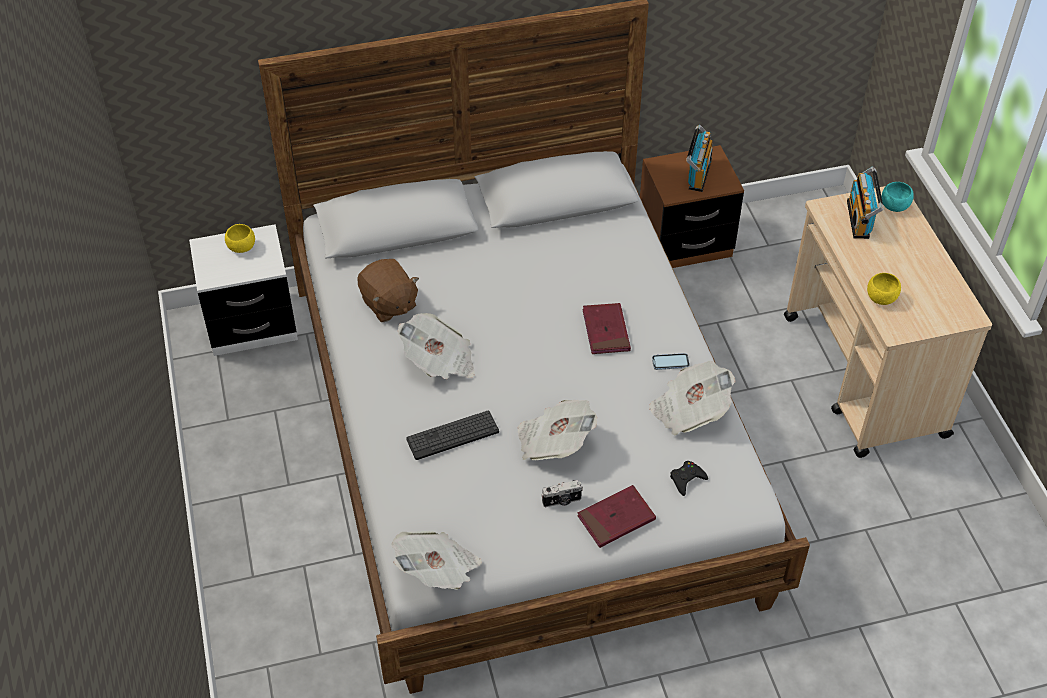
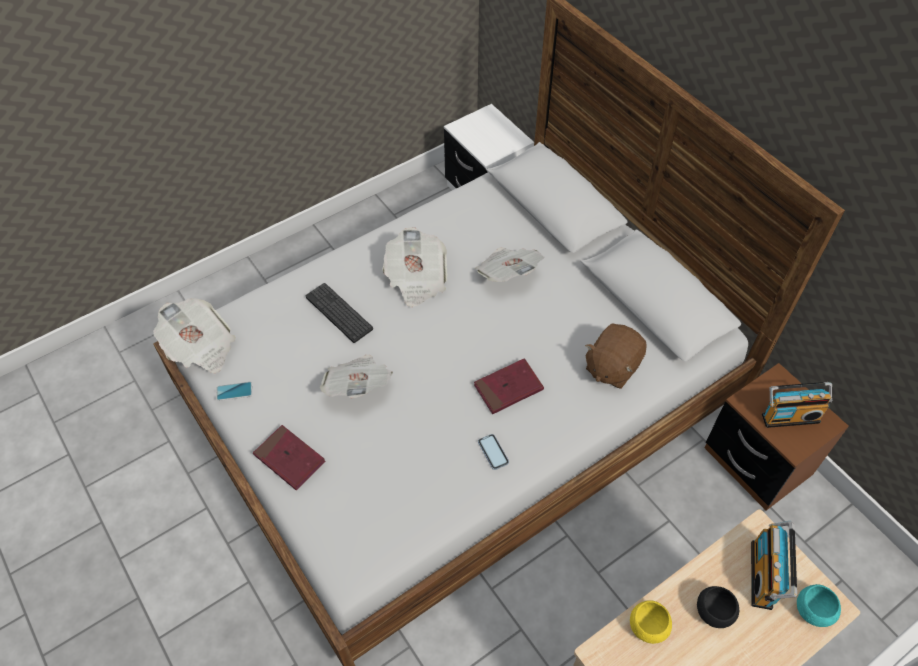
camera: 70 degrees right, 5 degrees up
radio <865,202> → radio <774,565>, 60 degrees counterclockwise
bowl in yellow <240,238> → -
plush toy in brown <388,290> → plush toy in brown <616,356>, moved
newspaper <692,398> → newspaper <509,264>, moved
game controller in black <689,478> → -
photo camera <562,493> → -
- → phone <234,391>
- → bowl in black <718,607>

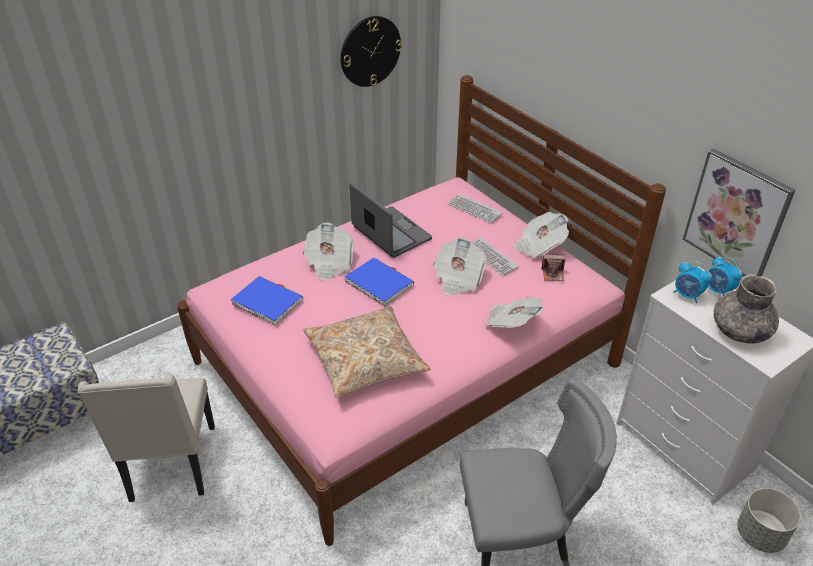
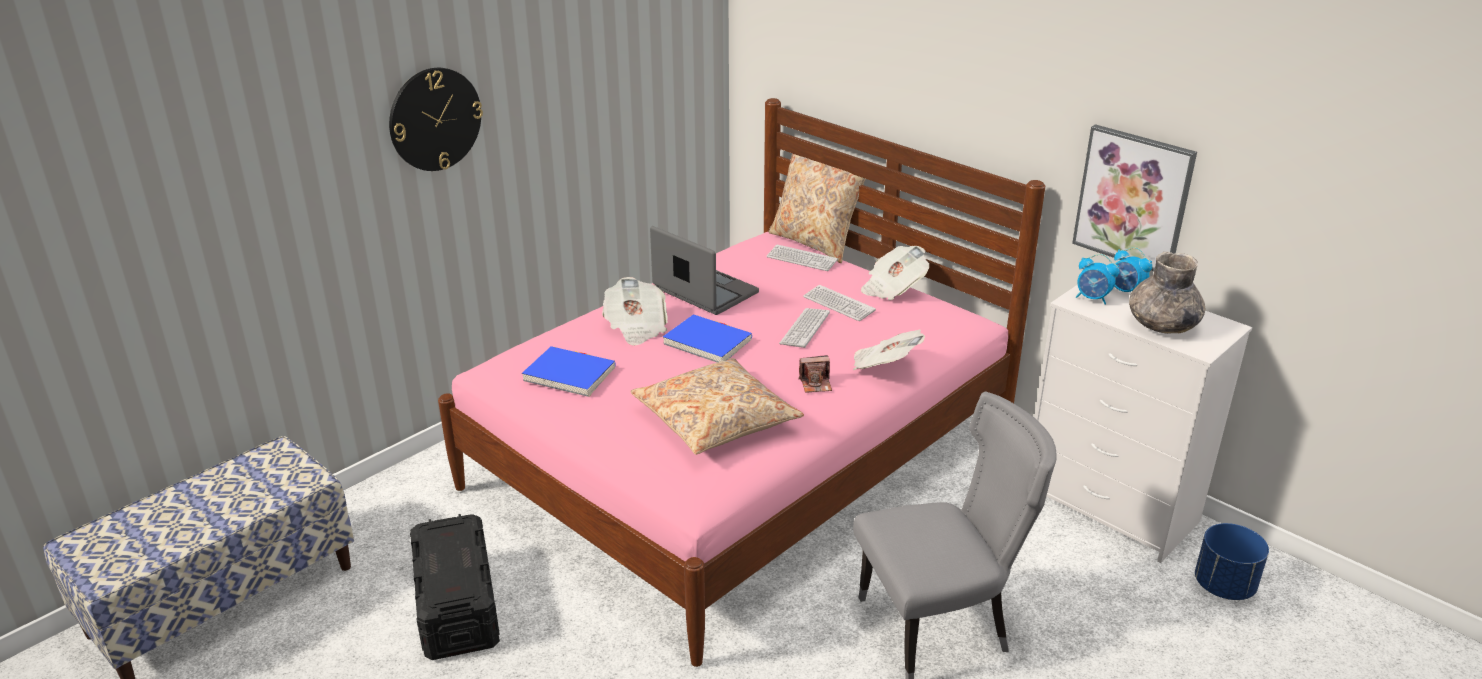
camera: 10 degrees left, 10 degrees down
wall clock <371,51> → wall clock <436,119>, moved
newspaper <460,266> → keyboard <804,328>
photo camera <553,267> → photo camera <815,374>, moved
chair in beige <146,438> → storage box in black <455,587>
planter in grey <769,520> → planter in blue <1232,561>
- → pillow in beige <817,208>

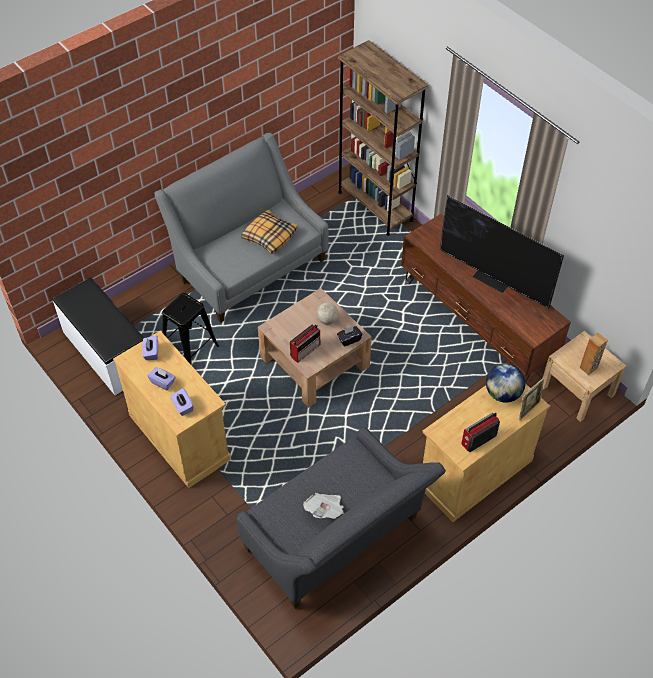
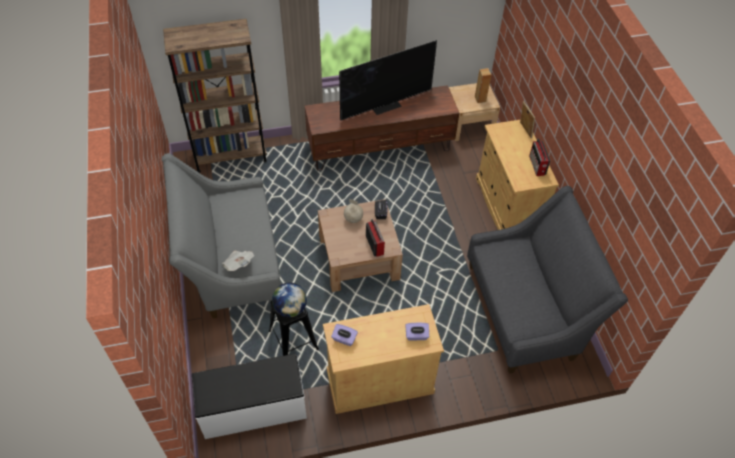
camera: 65 degrees left, 0 degrees up
pillow <269,232> → -
globe <506,383> → globe <289,299>, moved
tissue box in purple <161,378> → -
newspaper <323,506> → newspaper <238,261>, moved

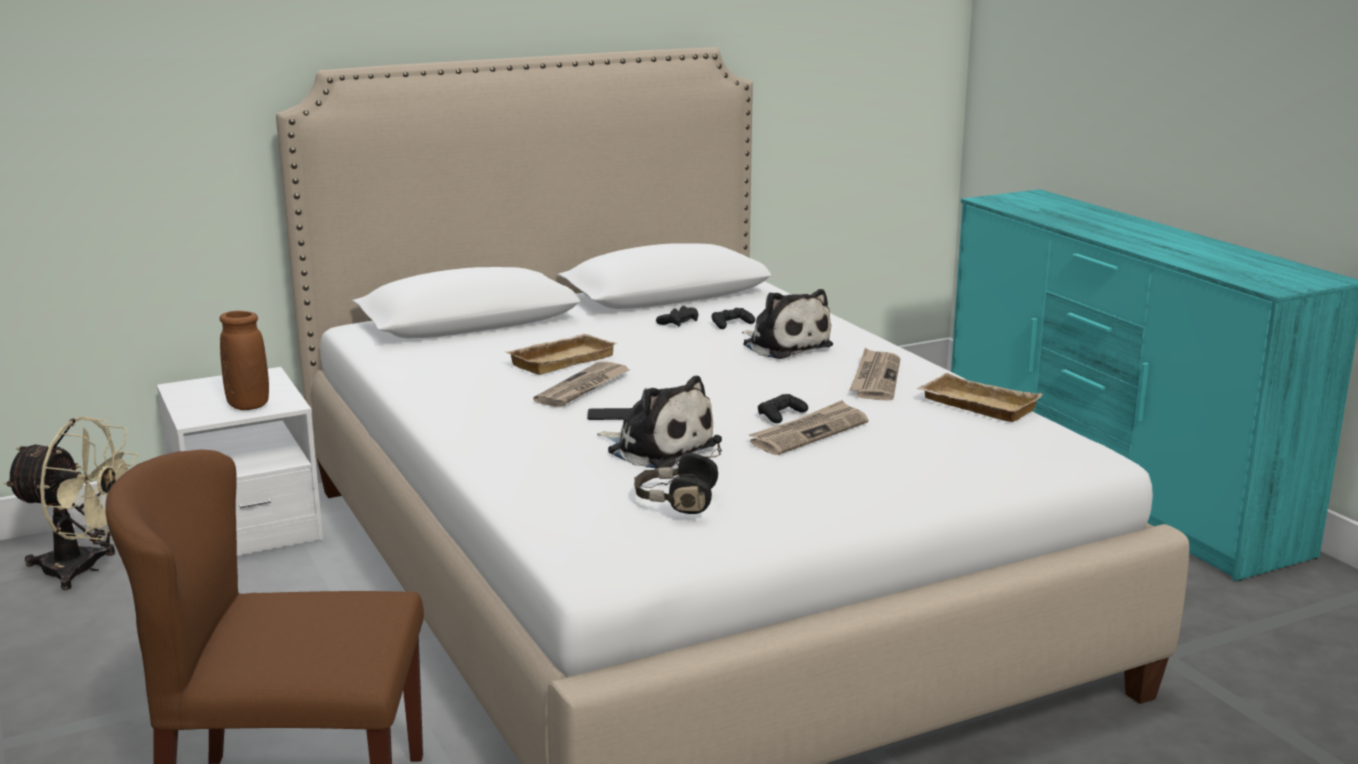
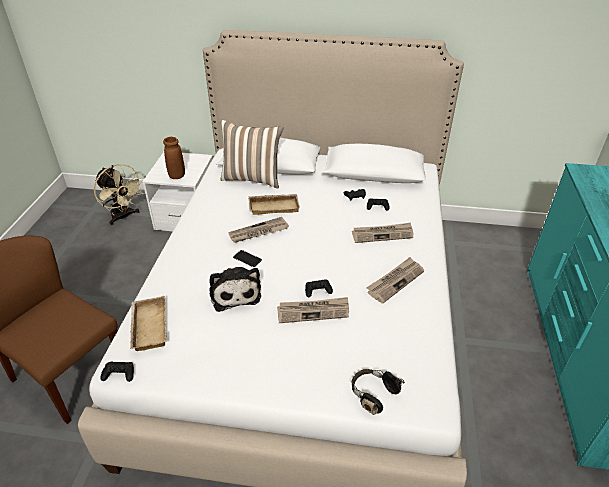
camera: 35 degrees right, 20 degrees up
plush toy <787,324> → newspaper <382,233>
tray in beige <980,397> → tray in beige <148,323>, moved
headphones in black <678,474> → headphones in black <378,392>, moved
- → pillow <252,154>
- → game controller in black <117,372>

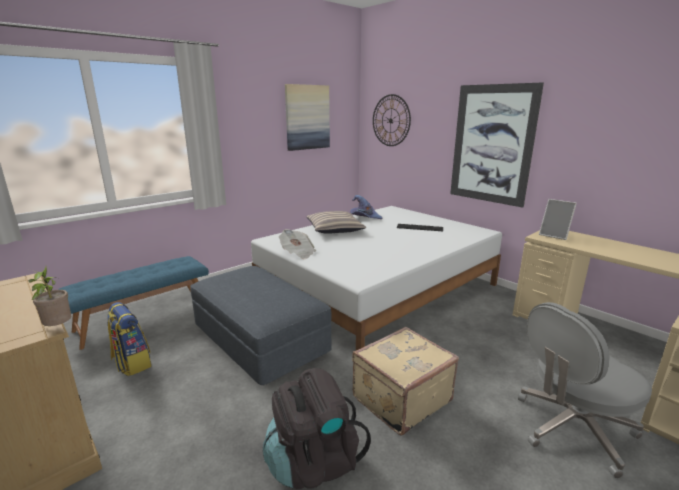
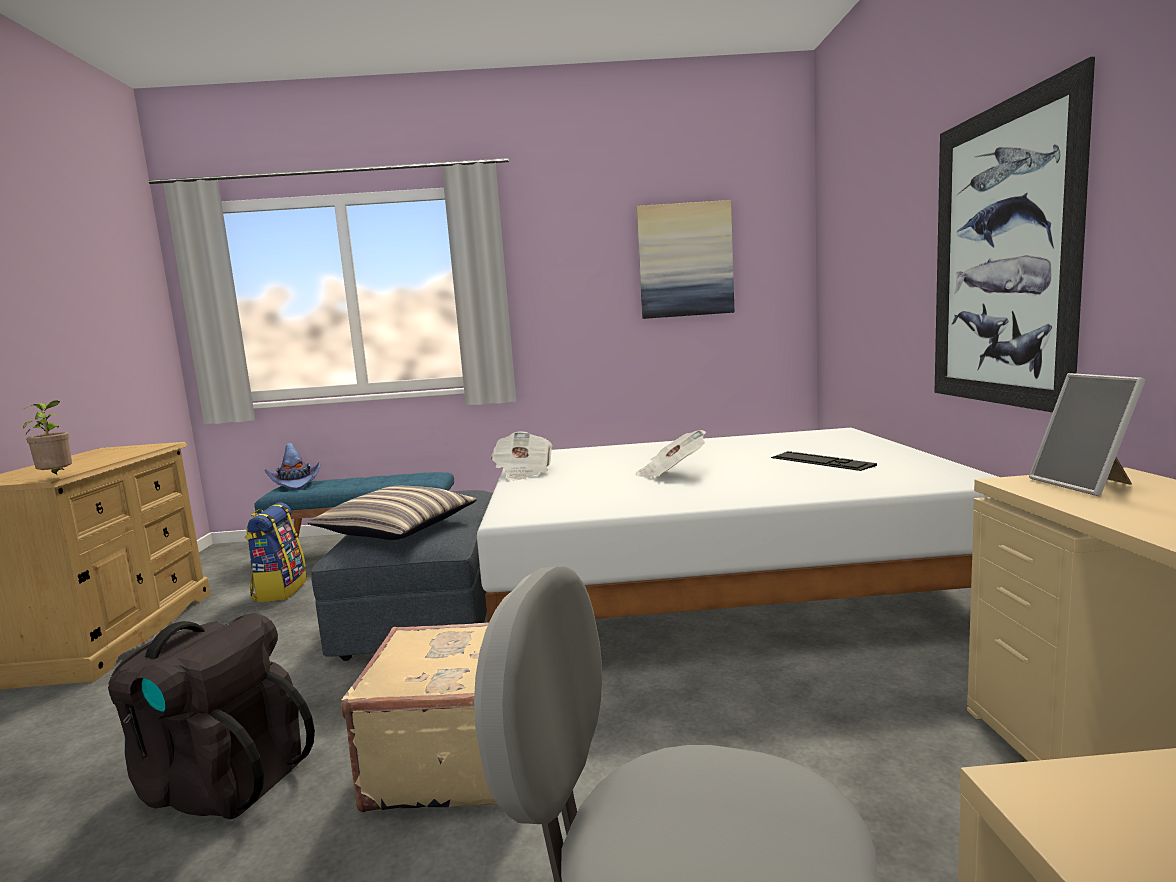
camera: 40 degrees right, 10 degrees down
wall clock <392,120> → -
hat in purple <366,207> → hat in purple <293,466>, moved
pillow <336,222> → pillow <392,513>, moved
- → newspaper <670,453>

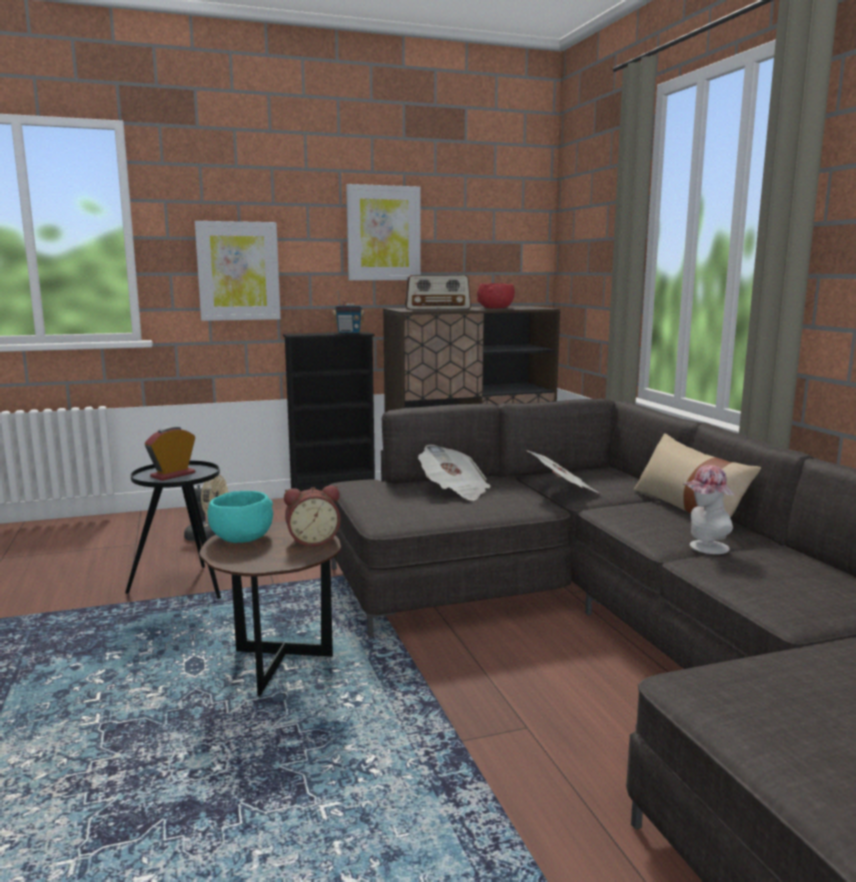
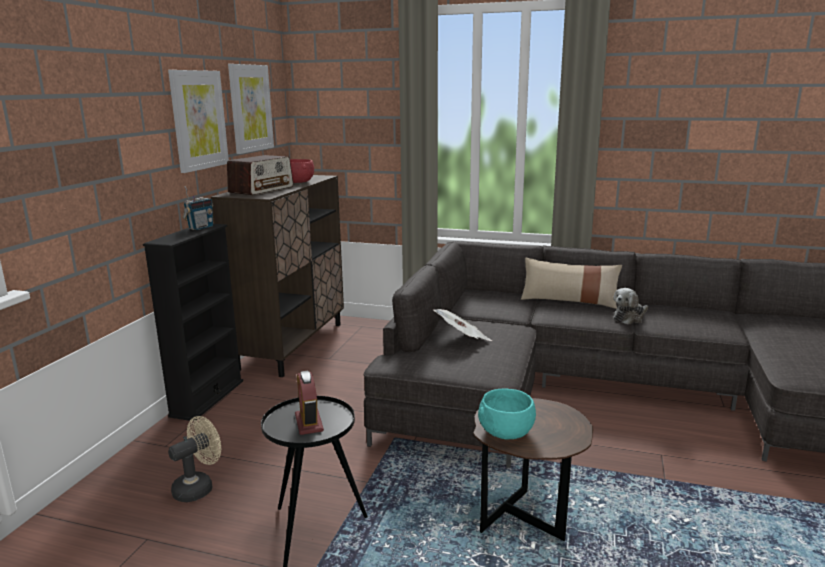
camera: 55 degrees left, 5 degrees up
picture <238,271> → picture <251,109>, moved
newspaper <563,471> → -
hat <708,509> → plush toy <630,306>
alarm clock <312,515> → -

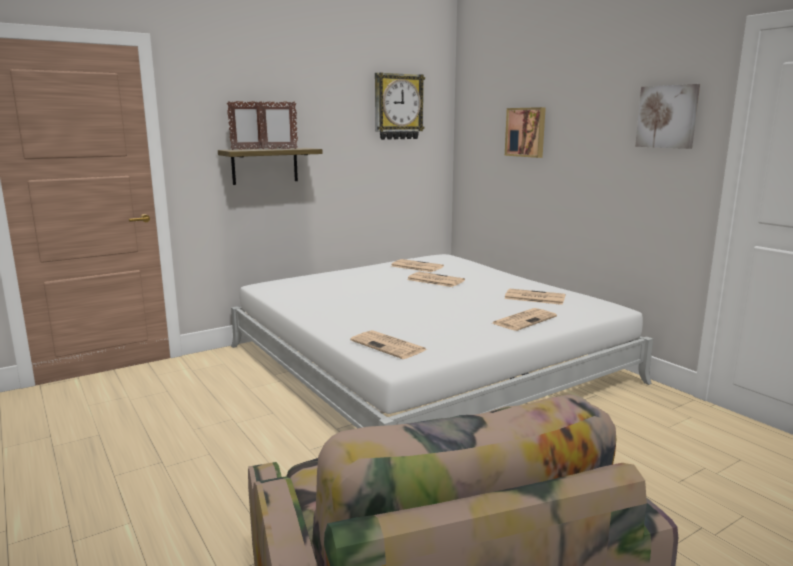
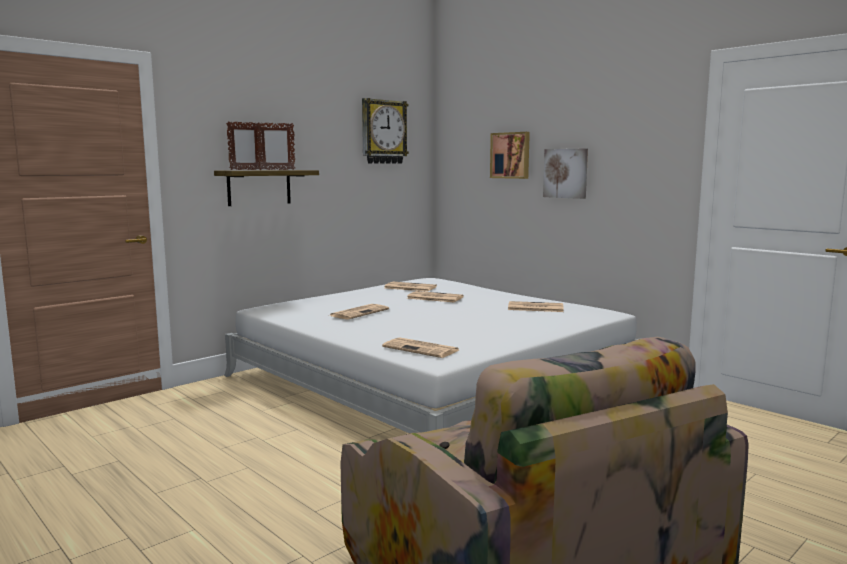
camera: 10 degrees left, 5 degrees down
picture <667,116> → picture <565,173>, moved
newspaper <525,319> → newspaper <359,311>, moved

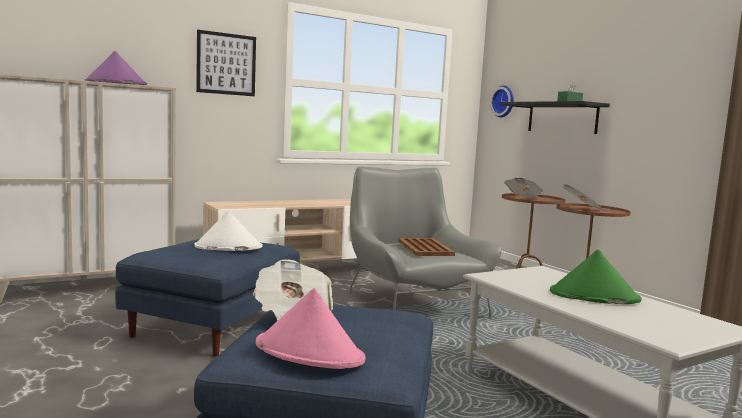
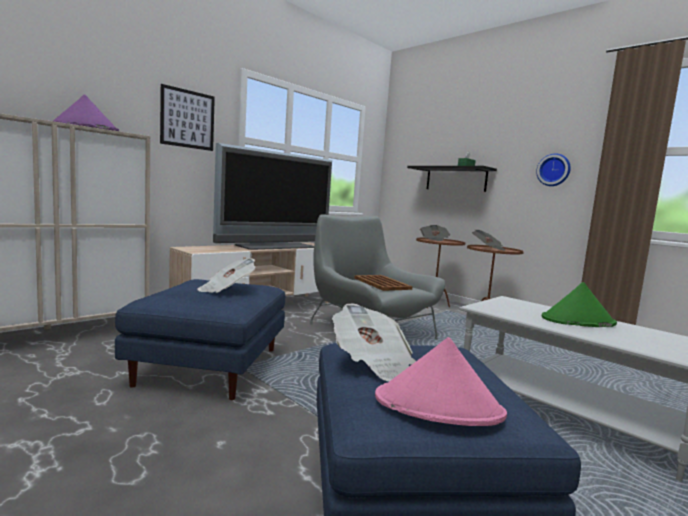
camera: 15 degrees left, 0 degrees up
wall clock <502,101> → wall clock <553,169>, moved
hat in white <228,230> → newspaper <226,275>
- → television <272,196>

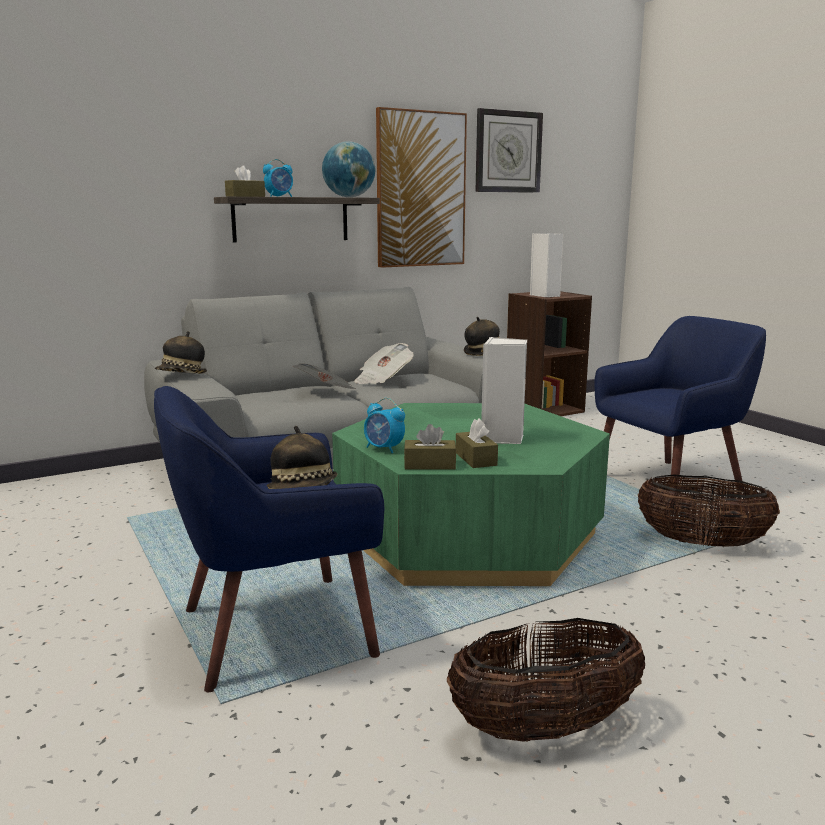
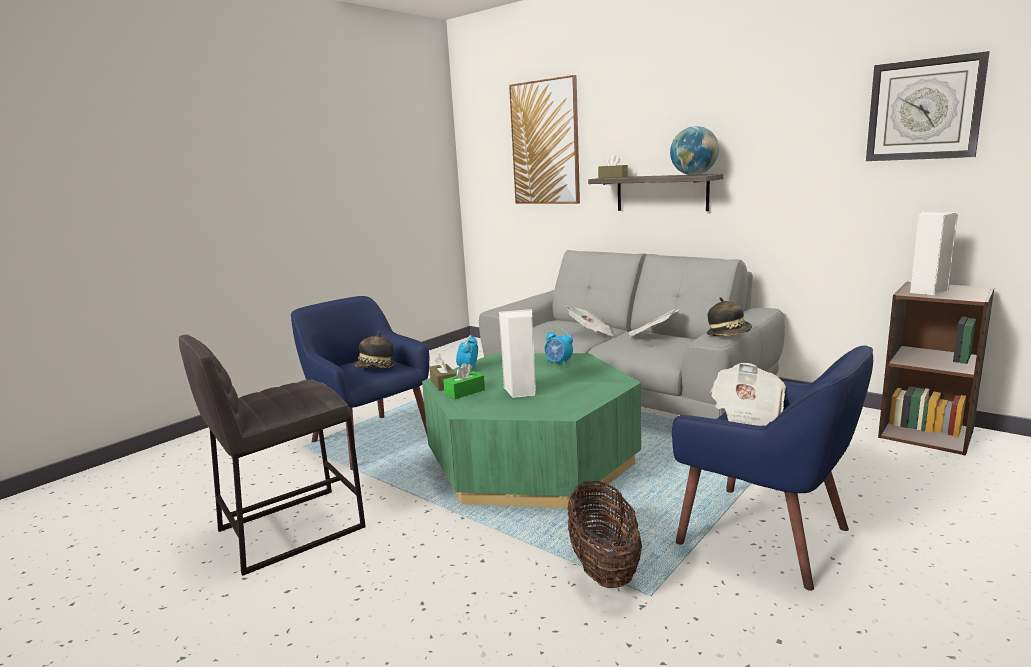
camera: 70 degrees right, 0 degrees up
picture <421,187> → picture <544,139>, moved
alarm clock <278,178> → alarm clock <559,347>, moved
hat <181,352> → -
tissue box in brown <477,443> → tissue box in green <464,381>
basket <546,680> → stool in grey <272,455>
- → newspaper <748,394>

